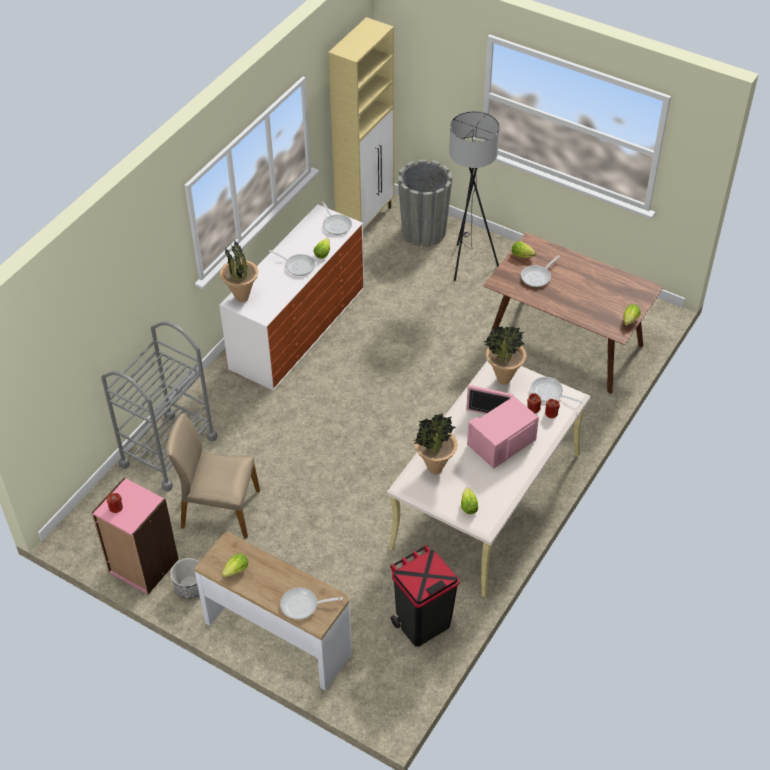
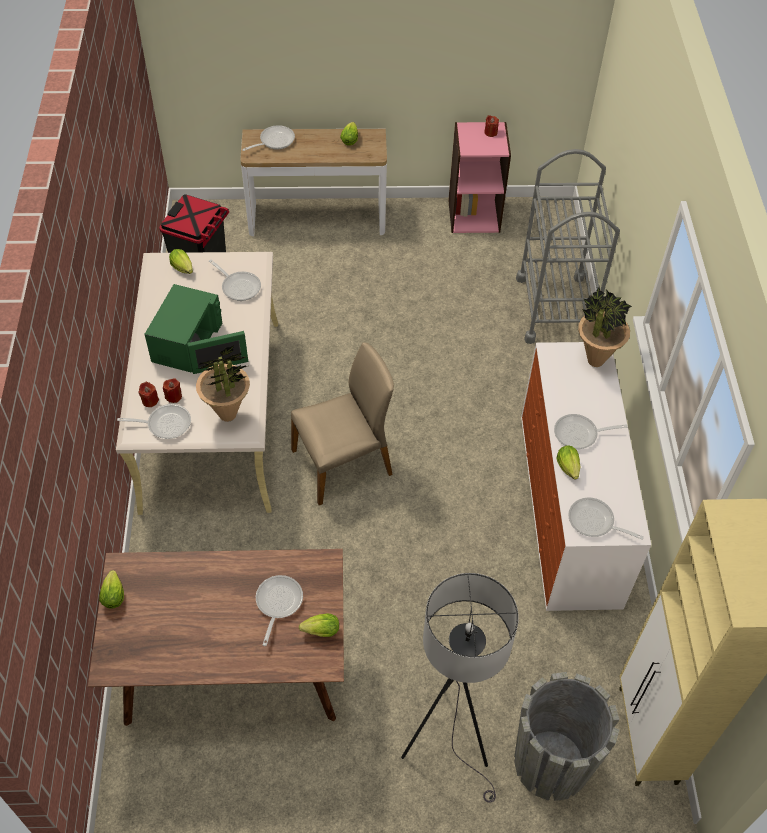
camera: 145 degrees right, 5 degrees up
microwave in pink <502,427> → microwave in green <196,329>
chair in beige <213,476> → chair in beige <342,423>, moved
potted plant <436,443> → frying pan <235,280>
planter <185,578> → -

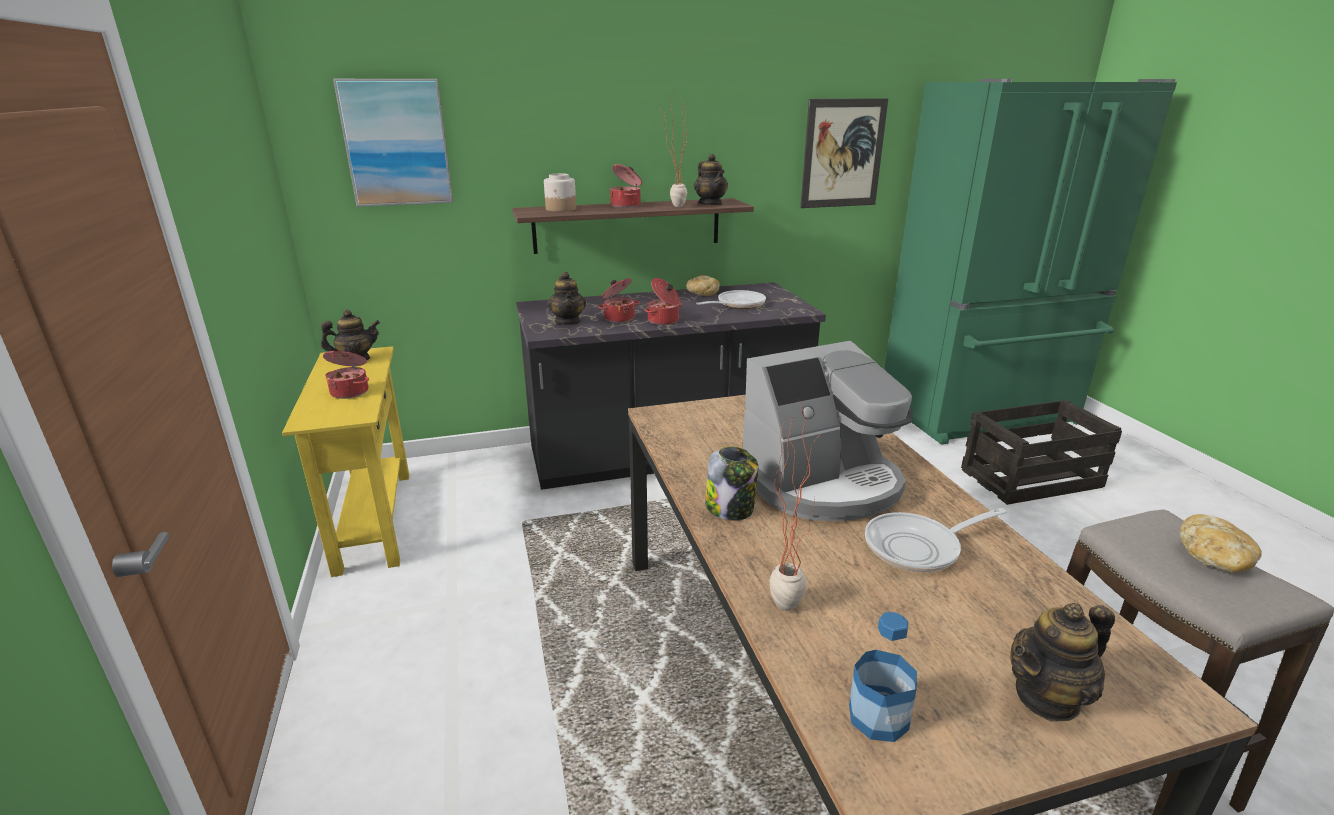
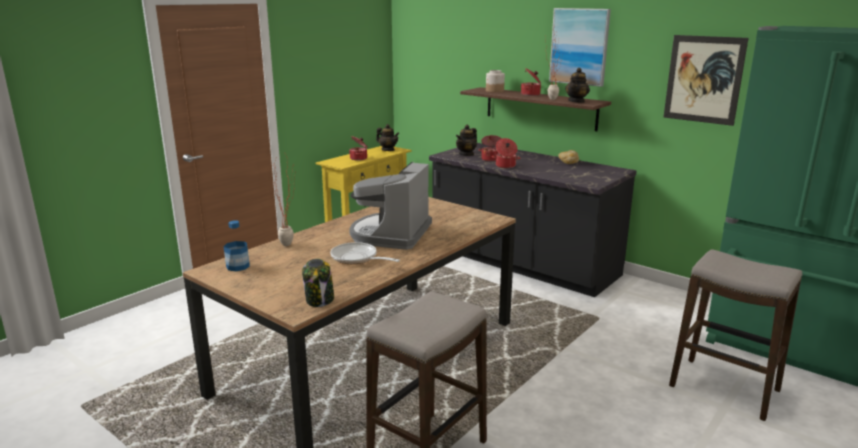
camera: 55 degrees right, 5 degrees down
picture <393,143> → picture <580,47>, moved
frying pan <731,299> → -
coffee machine <828,431> → coffee machine <390,206>, 75 degrees clockwise
crate <1041,452> → stool <735,335>
jar <731,483> → jar <318,282>, moved
bread <1220,543> → -
teapot <1062,662> → -

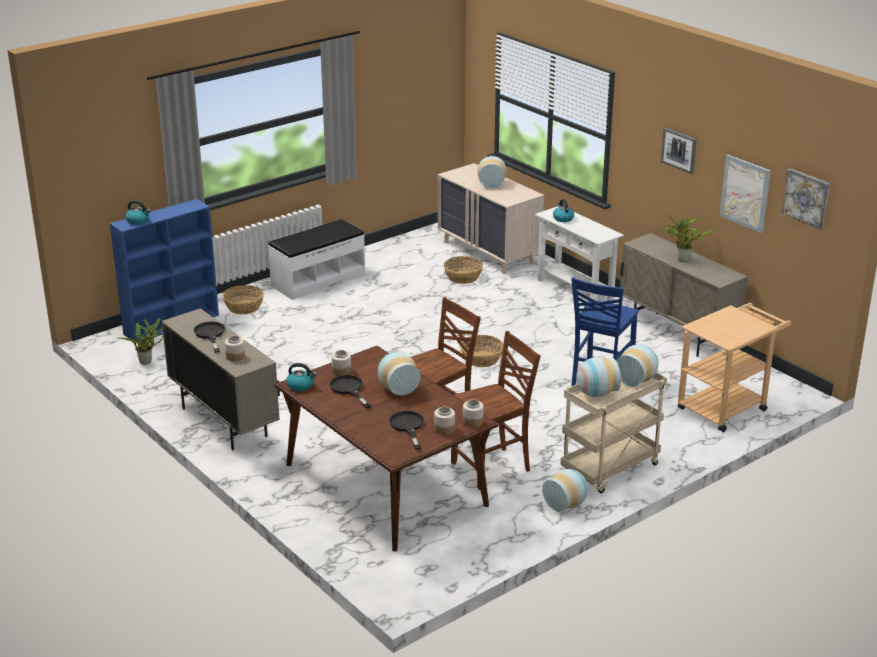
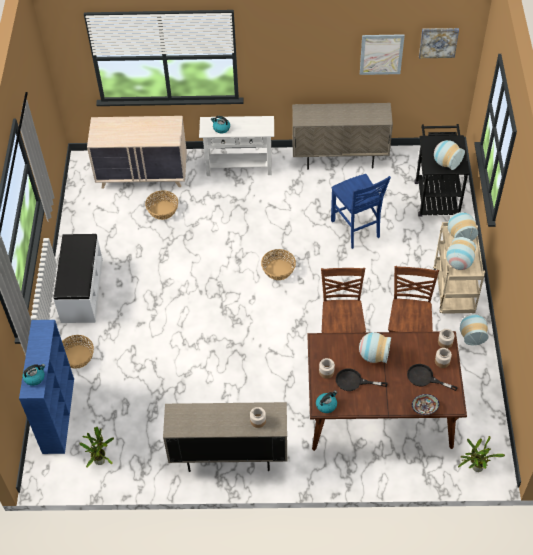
camera: 50 degrees left, 25 degrees up
picture <679,151> → -
vase <492,172> → vase <449,155>, moved
potted plant <685,238> → potted plant <481,454>, moved
cart in beige <734,367> → cart in black <442,170>
frying pan in black <209,337> → -
- → bowl <425,404>

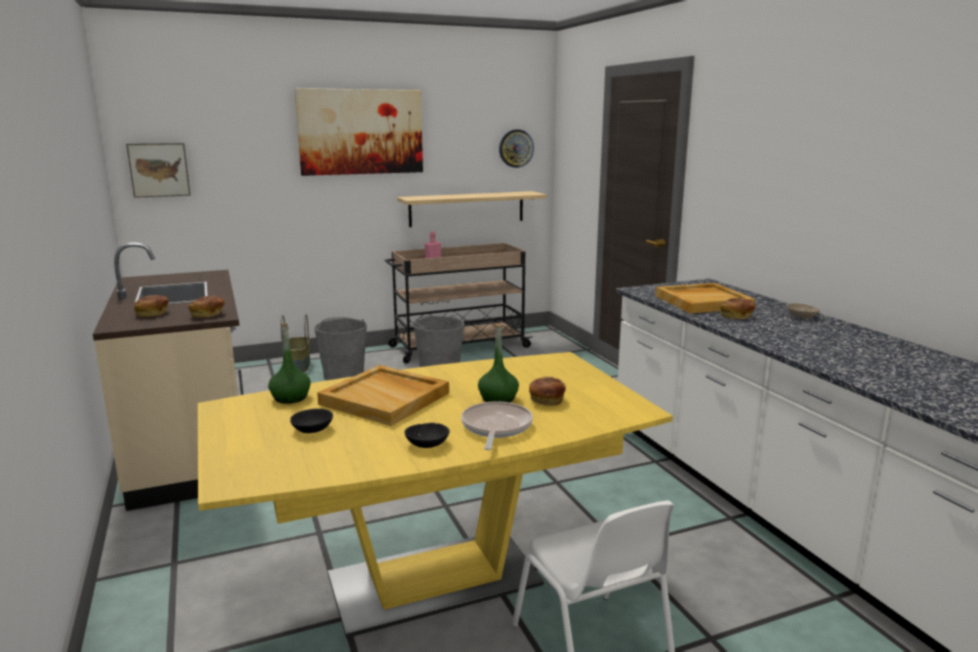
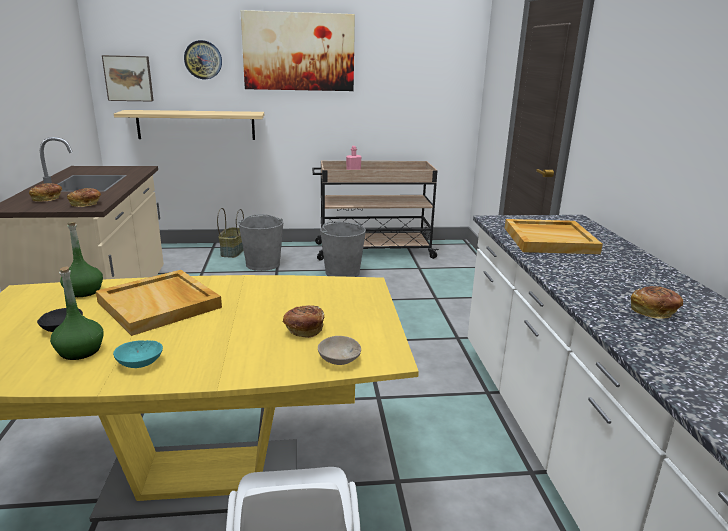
camera: 15 degrees right, 5 degrees up
wall clock <516,148> → wall clock <203,59>, moved
shelf <472,209> → shelf <189,125>, moved
bread <738,308> → bread <657,302>, moved
bowl in beige <803,310> → bowl in beige <339,350>, moved
bottle in green <498,362> → bottle in green <77,313>, moved
frying pan <497,425> → -
bowl in black <427,435> → bowl in turquoise <138,354>

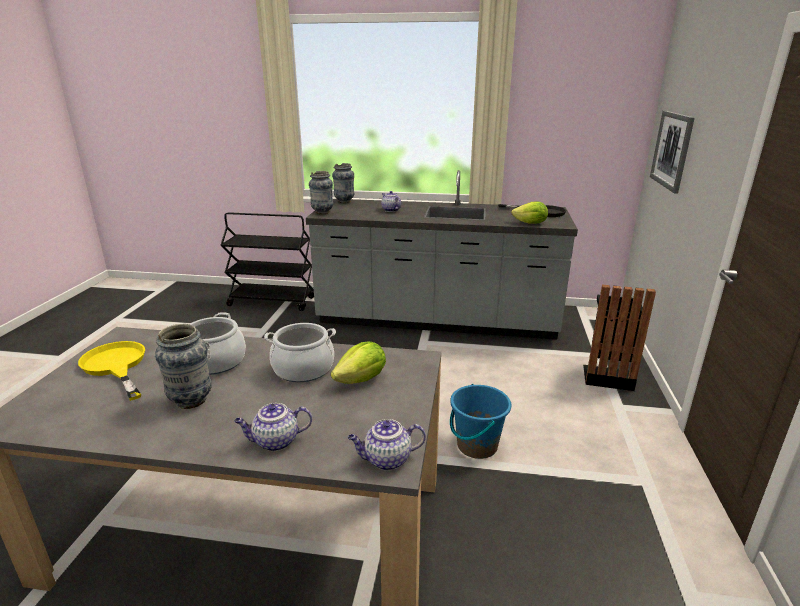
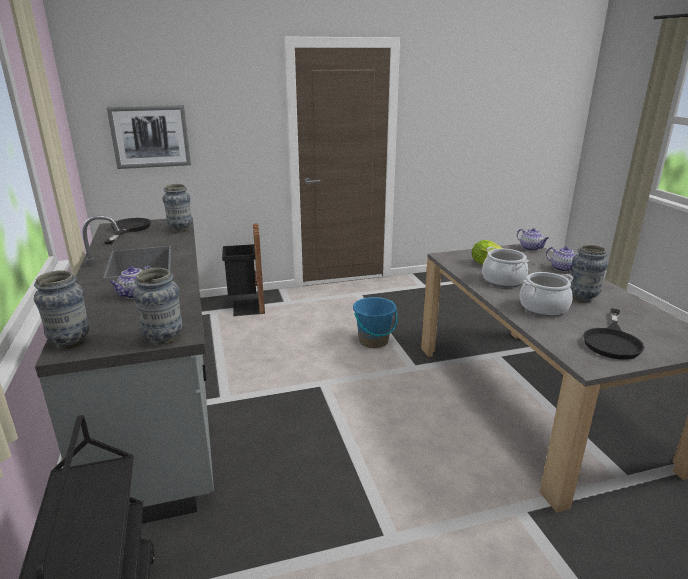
camera: 115 degrees left, 0 degrees up
lettuce <529,213> → vase <177,208>
frying pan in yellow <111,371> → frying pan in black <614,334>

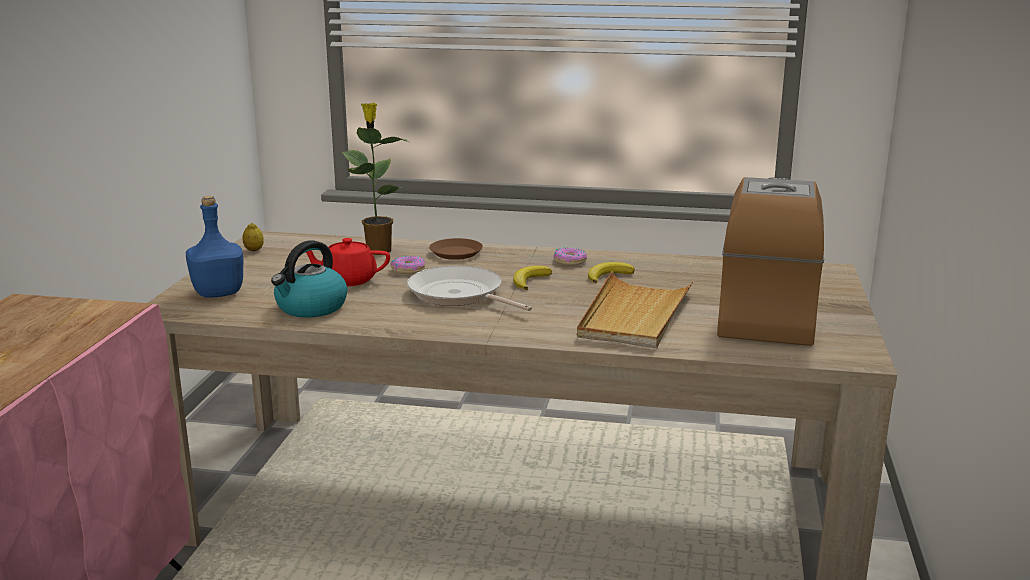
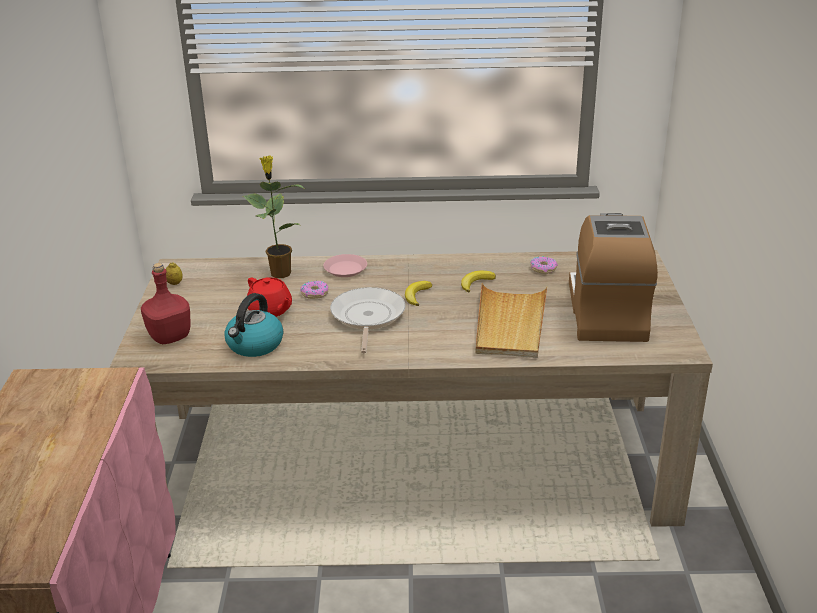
camera: 10 degrees left, 10 degrees up
bottle in blue <214,247> → bottle in red <165,303>
teapot in red <348,262> → teapot in red <269,297>, 120 degrees counterclockwise
plate in brown <456,249> → plate in pink <345,265>
donut <570,257> → donut <544,265>, moved
frying pan <469,288> → frying pan <368,320>, 60 degrees clockwise

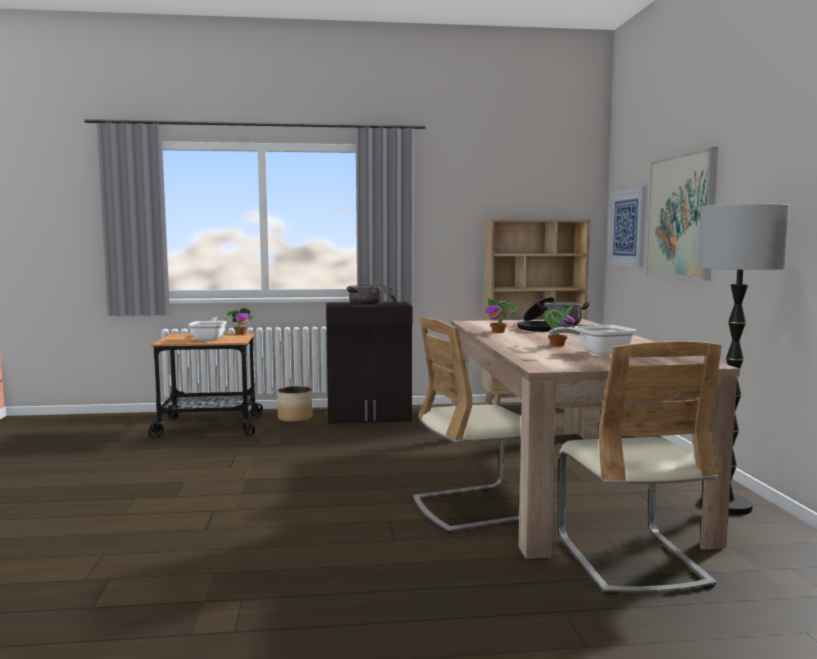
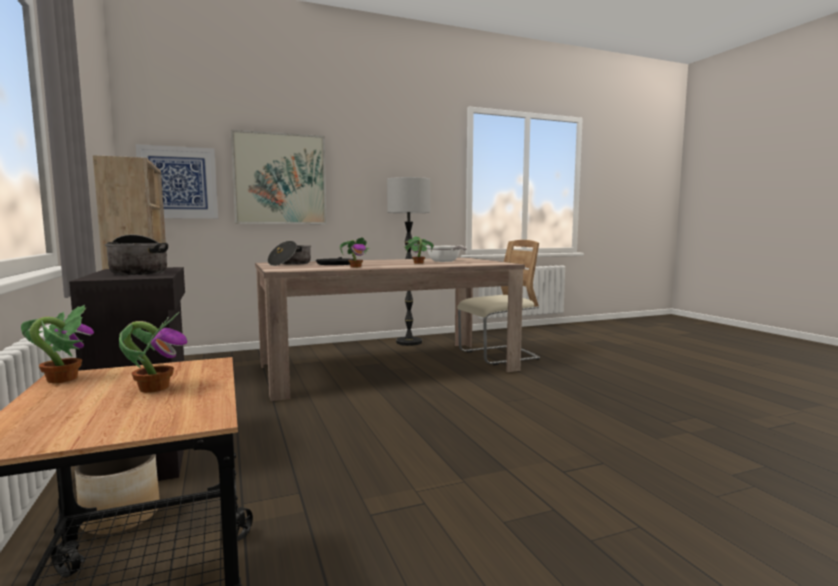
camera: 105 degrees left, 0 degrees up
frying pan <207,329> → potted plant <153,352>
chair in beige <467,425> → -

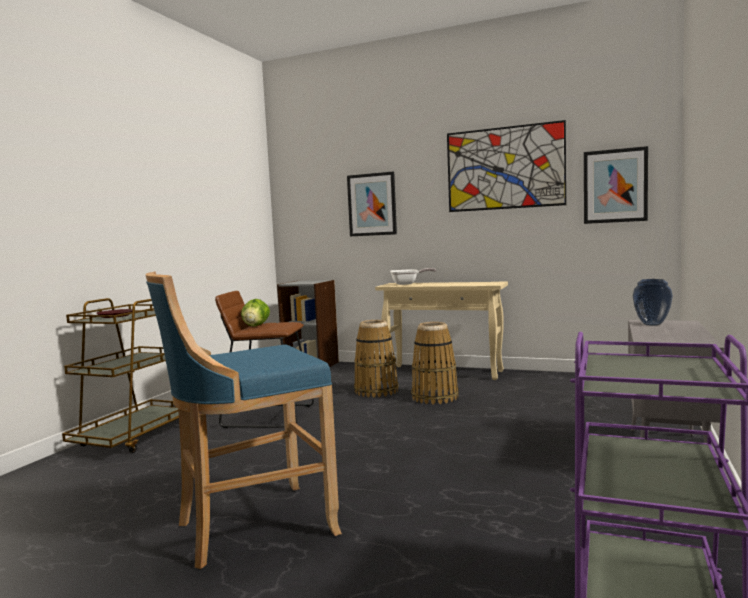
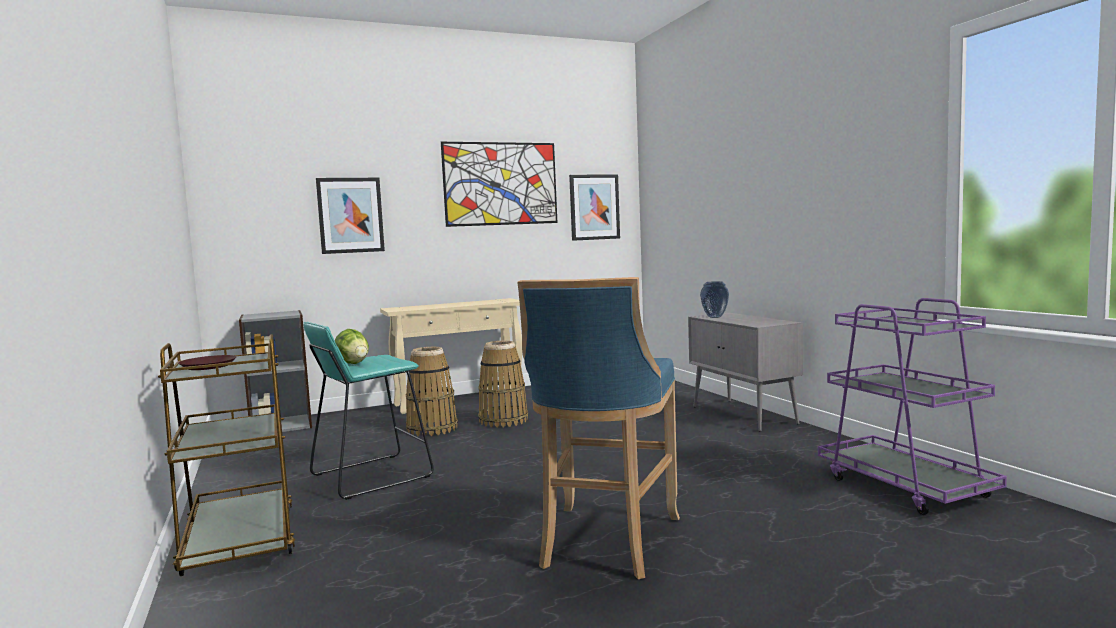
camera: 45 degrees left, 0 degrees up
frying pan <413,276> → -
stool in brown <264,359> → stool in turquoise <368,411>

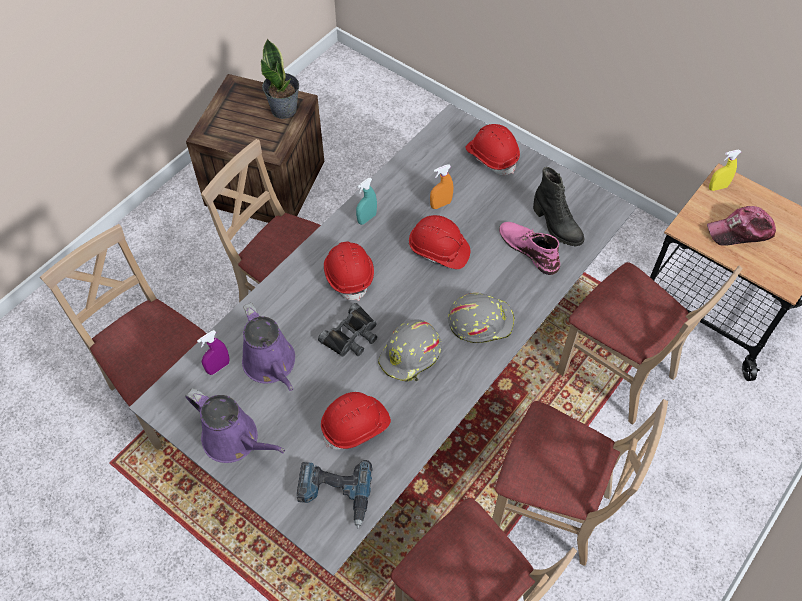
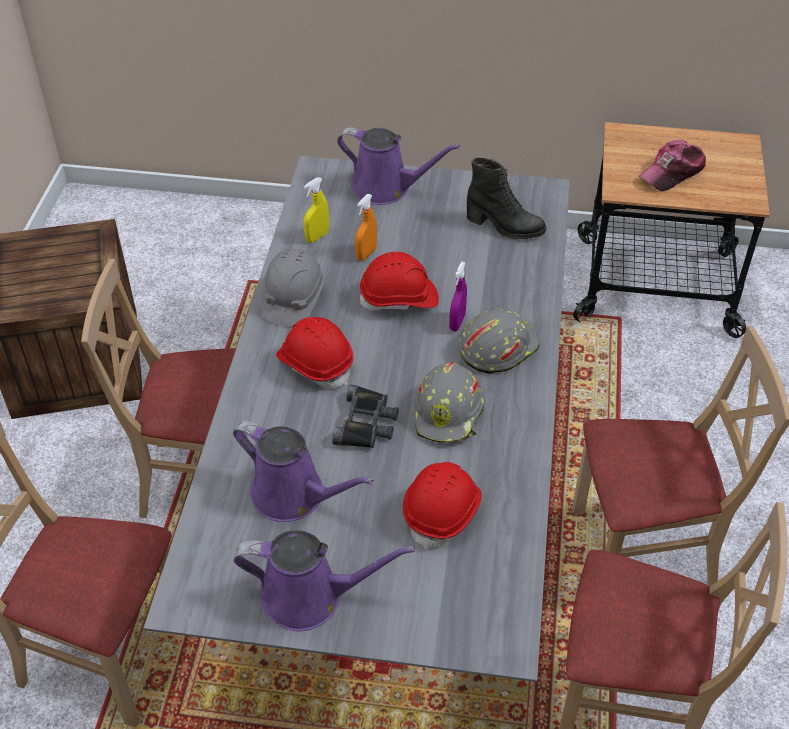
camera: 30 degrees left, 10 degrees down
potted plant <280,78> → -
hard hat in red <492,149> → watering can in purple <398,166>
spray bottle in yellow <725,170> → spray bottle in yellow <316,210>, moved
spray bottle in turquoise <366,201> → hard hat in grey <293,288>
boot in pink <529,248> → -
chair in beige <650,343> → -
spray bottle in purple <213,352> → spray bottle in purple <458,296>, moved
power drill <334,494> → -

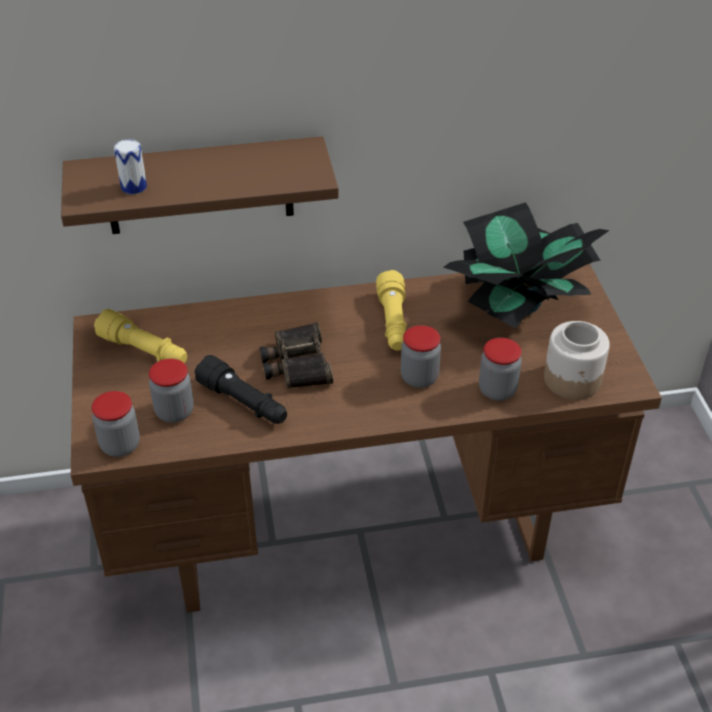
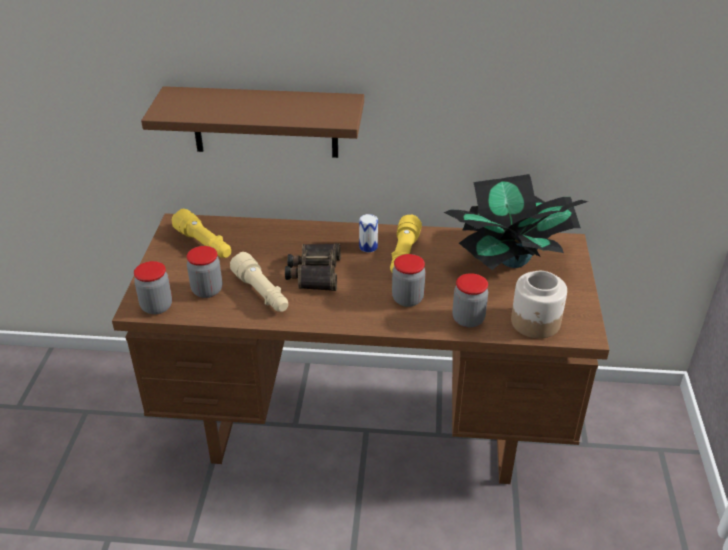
camera: 15 degrees right, 5 degrees down
can <130,166> → can <368,233>, moved
flashlight in black <241,389> → flashlight in beige <259,282>

